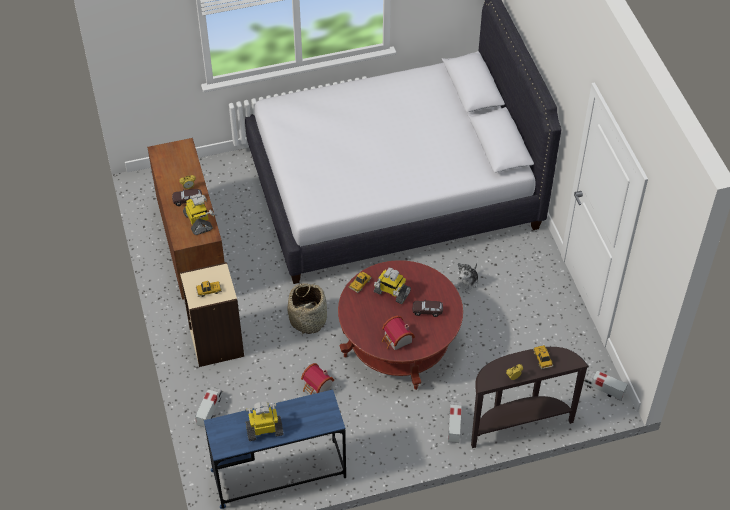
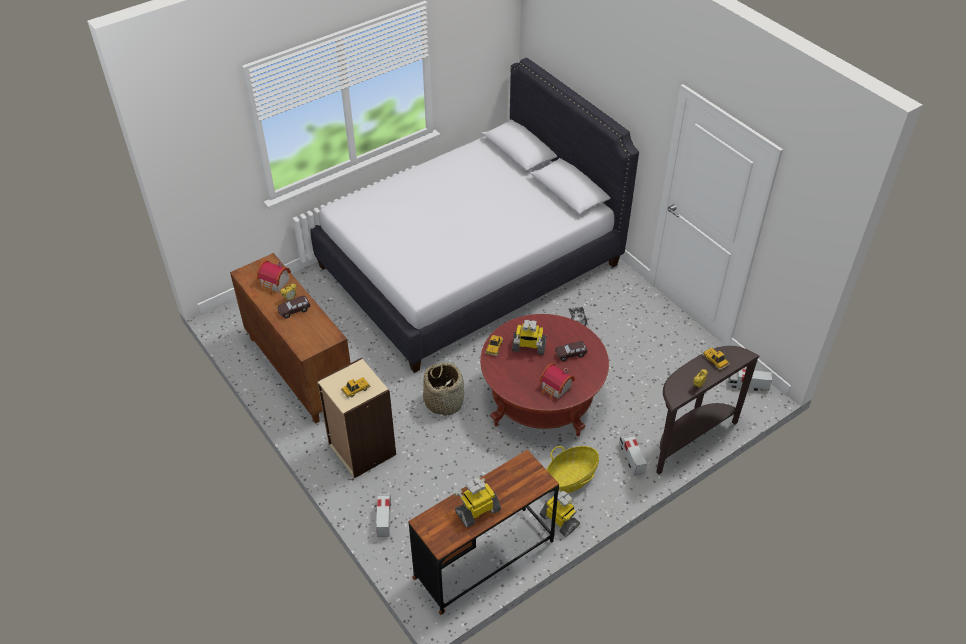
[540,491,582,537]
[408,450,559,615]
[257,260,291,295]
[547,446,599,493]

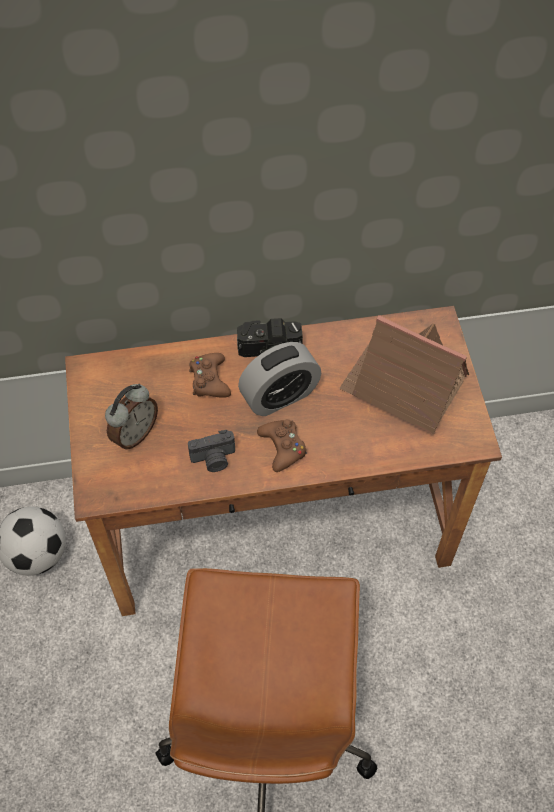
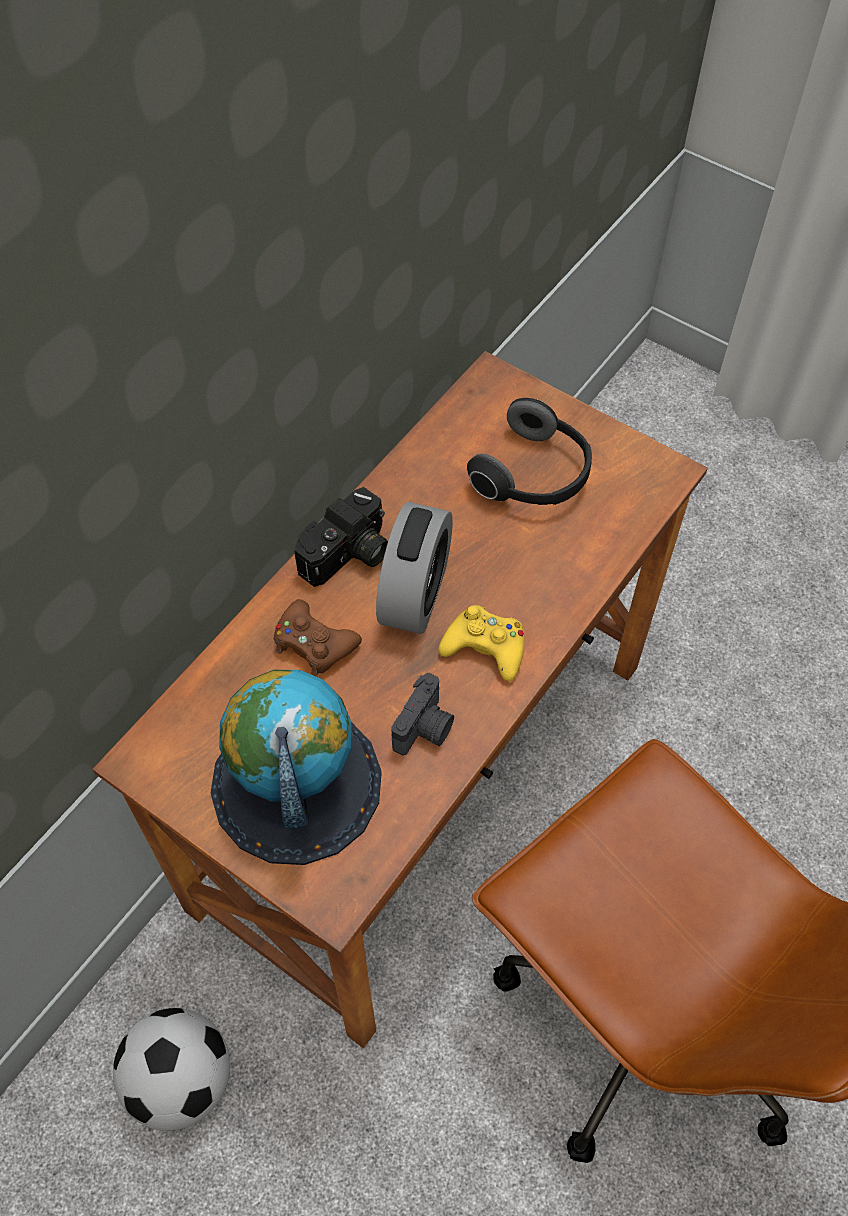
[211,670,382,865]
[438,605,524,681]
[467,398,592,505]

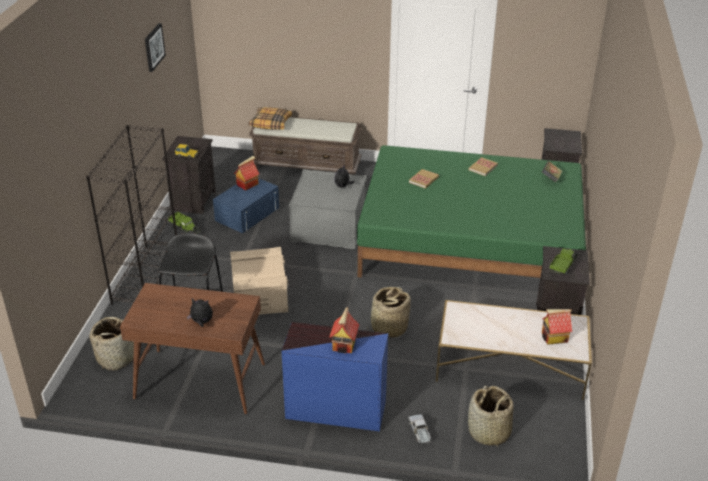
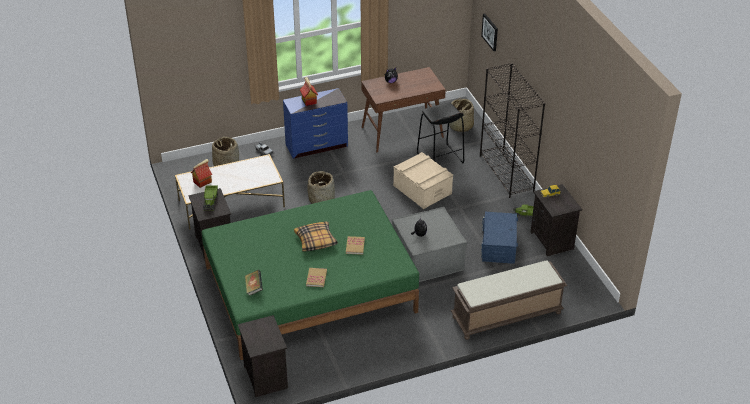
[481,14,498,51]
[234,156,259,190] (first image)
[294,222,337,252]

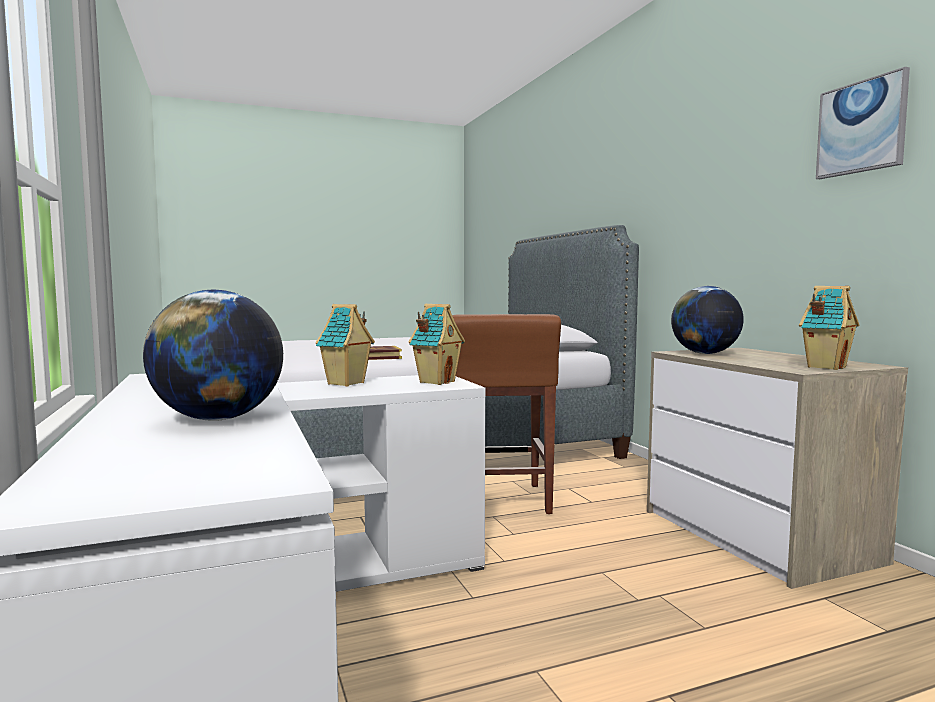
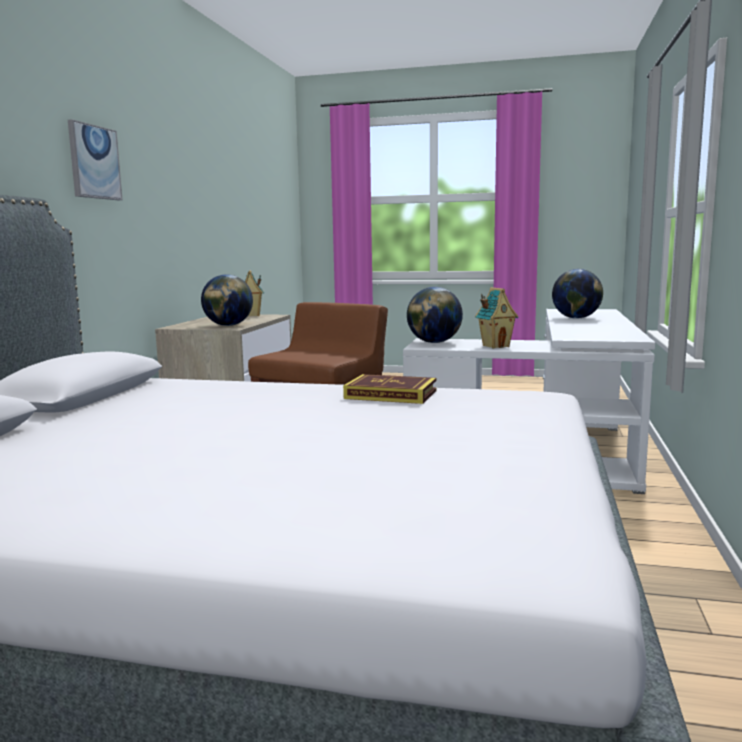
[407,287,463,343]
[68,119,122,200]

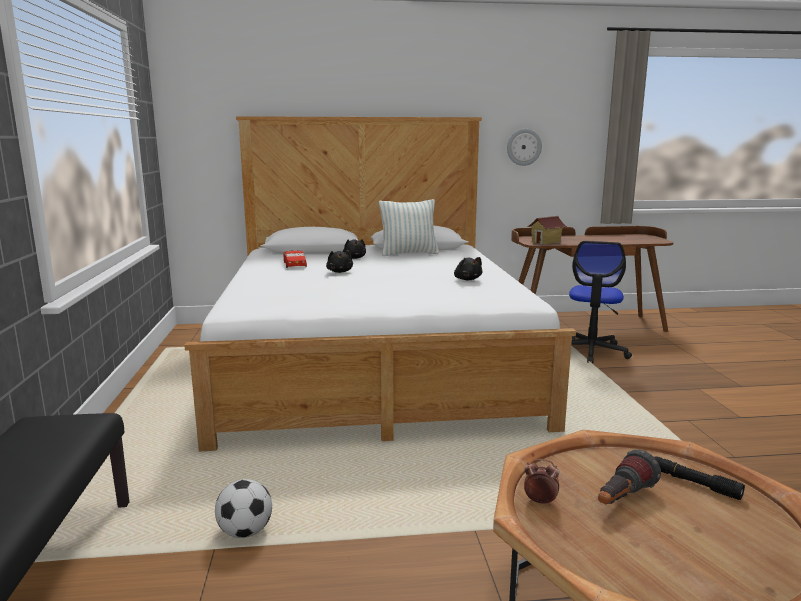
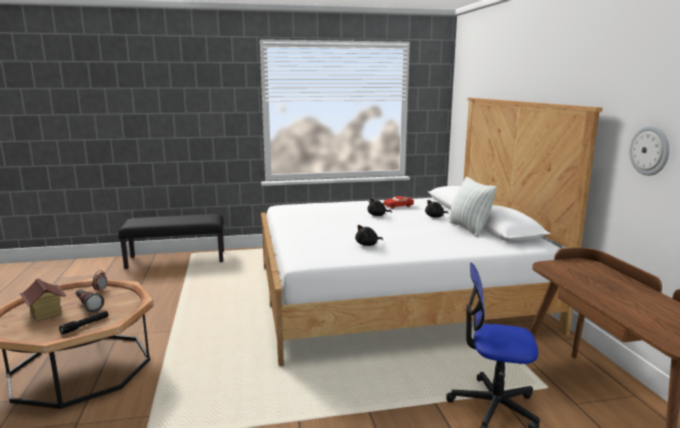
[215,479,272,538] (first image)
[20,278,66,320]

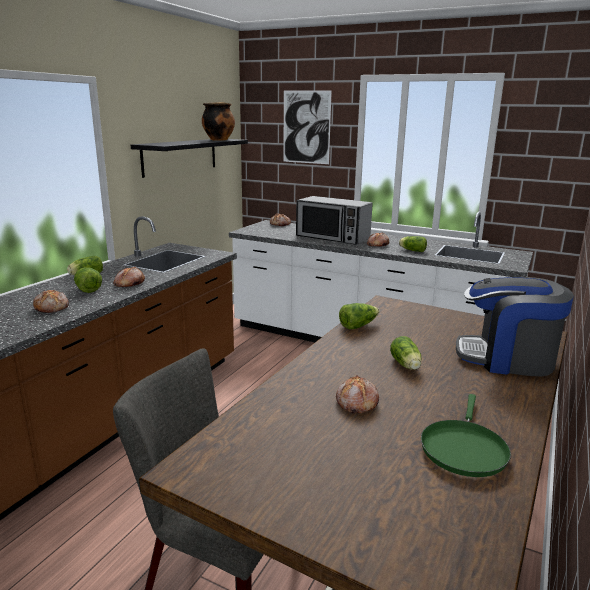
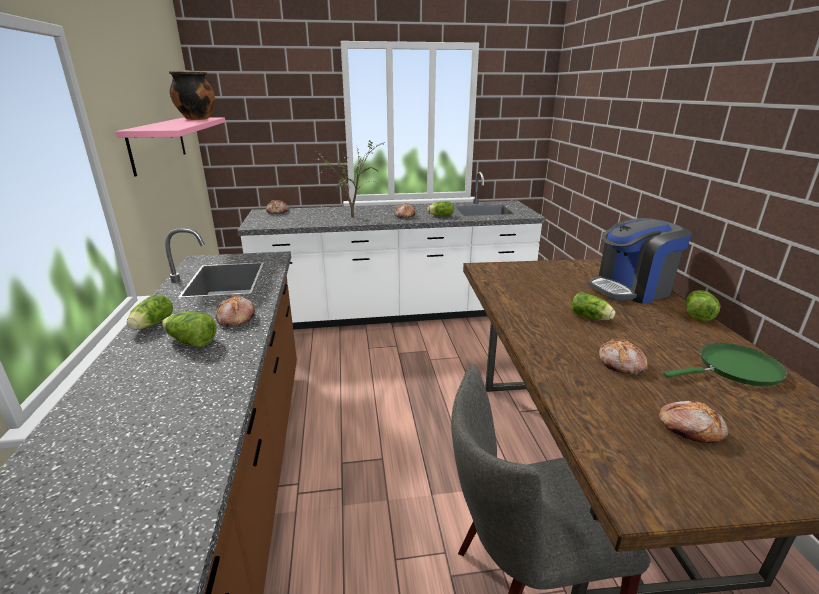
[659,400,728,443]
[116,117,225,177]
[283,90,332,164] (first image)
[312,136,385,217]
[685,290,721,322]
[663,343,787,386]

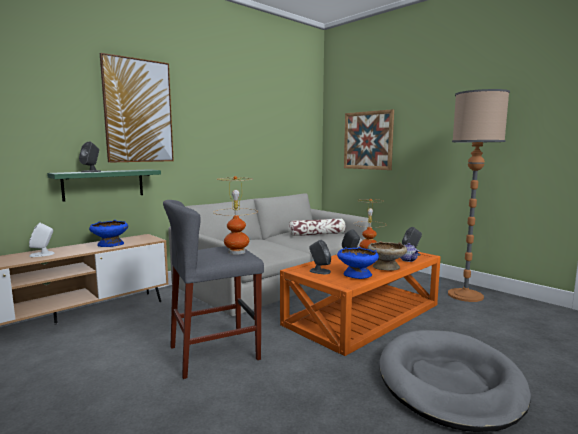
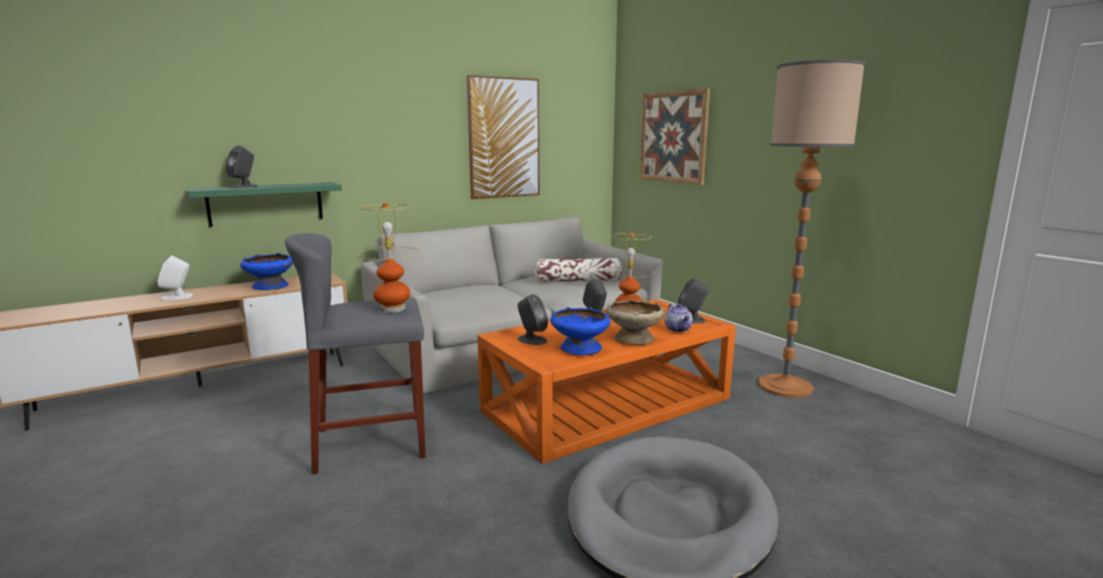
[467,75,539,199]

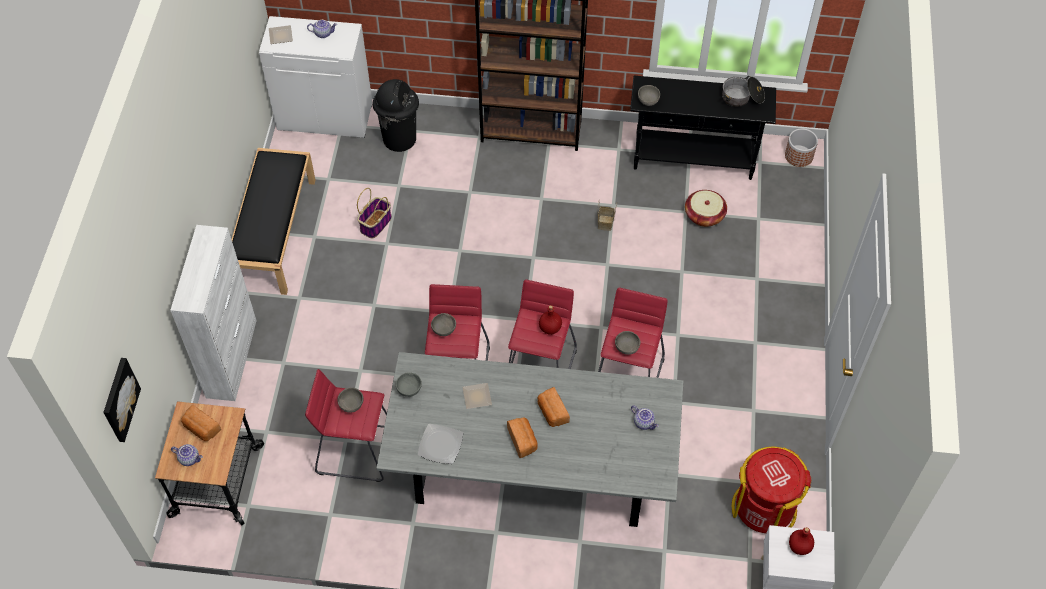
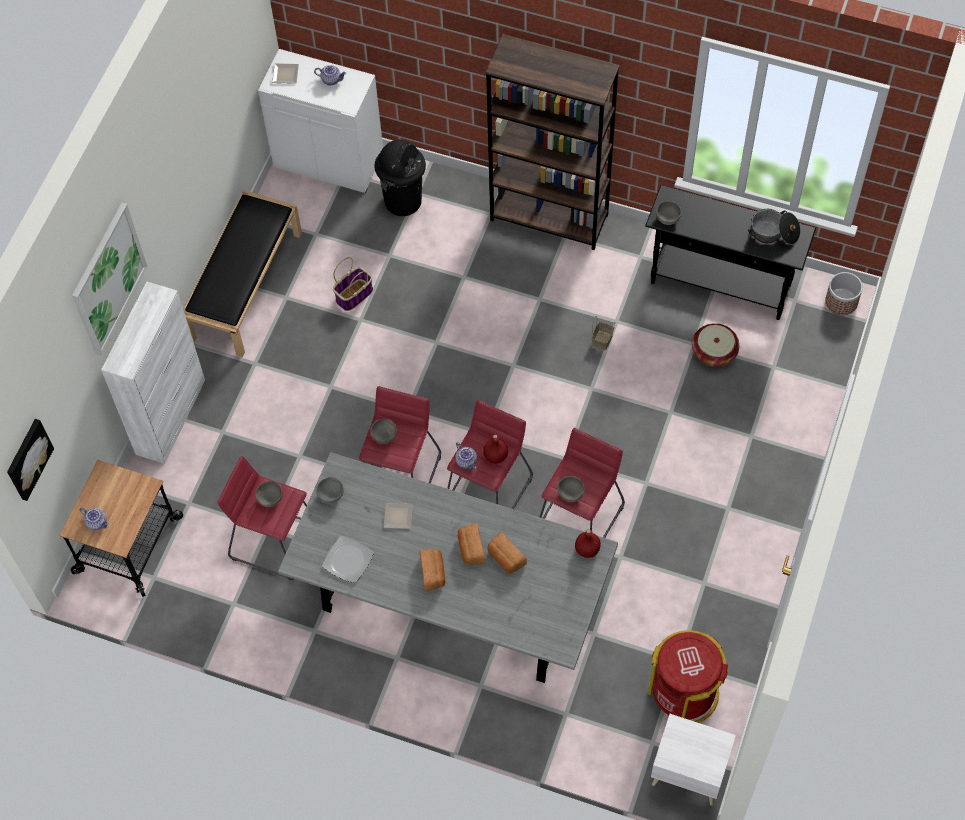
[487,532,527,574]
[455,442,477,470]
[575,529,601,558]
[72,203,148,356]

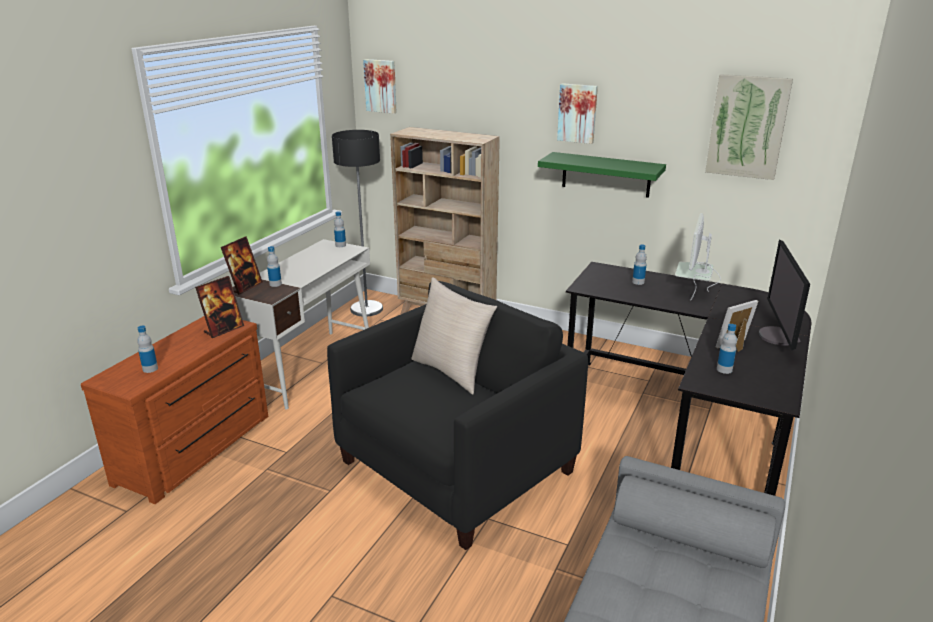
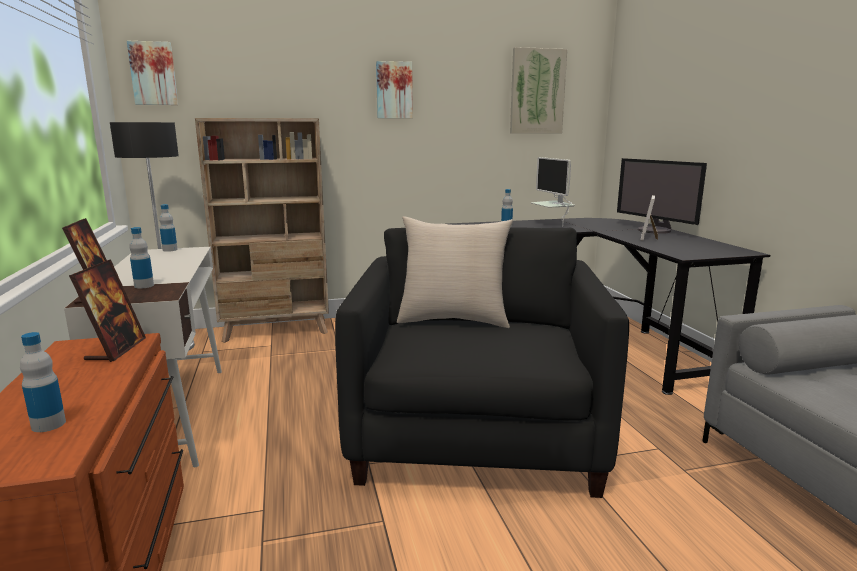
[538,152,666,198] (first image)
[717,324,737,374] (first image)

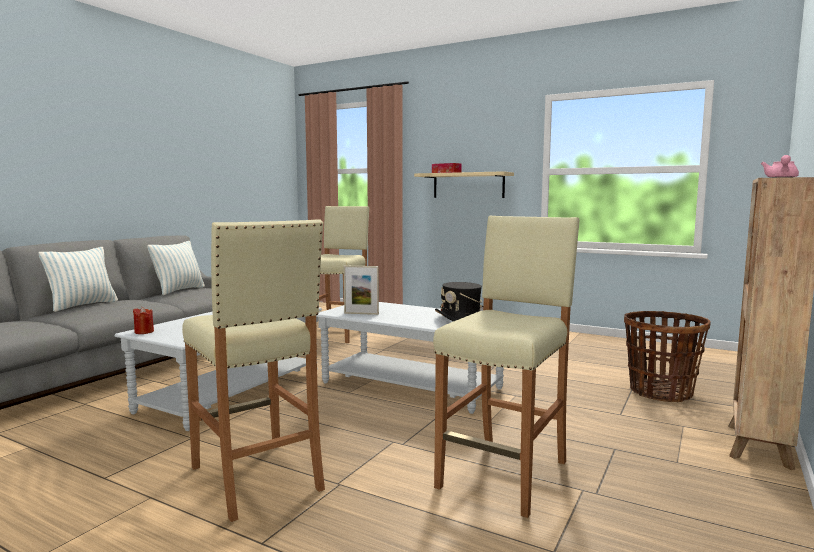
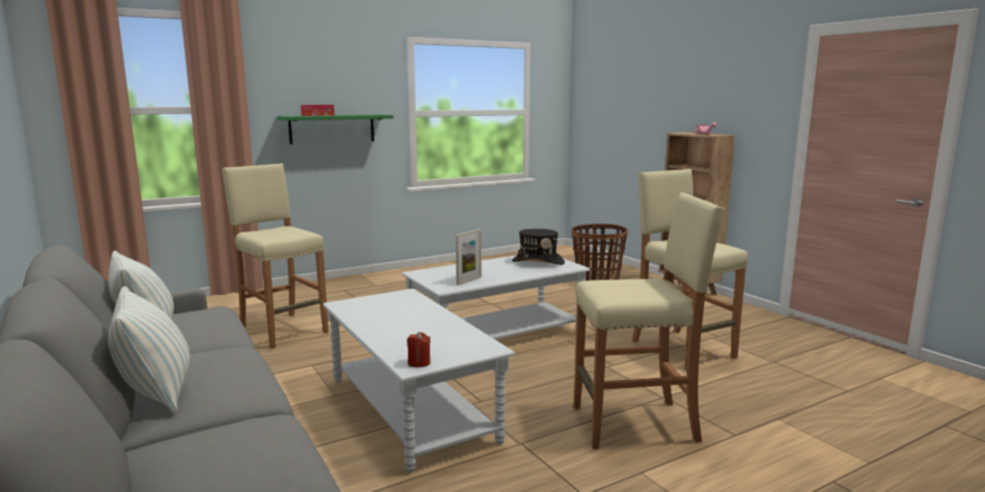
[277,114,393,144]

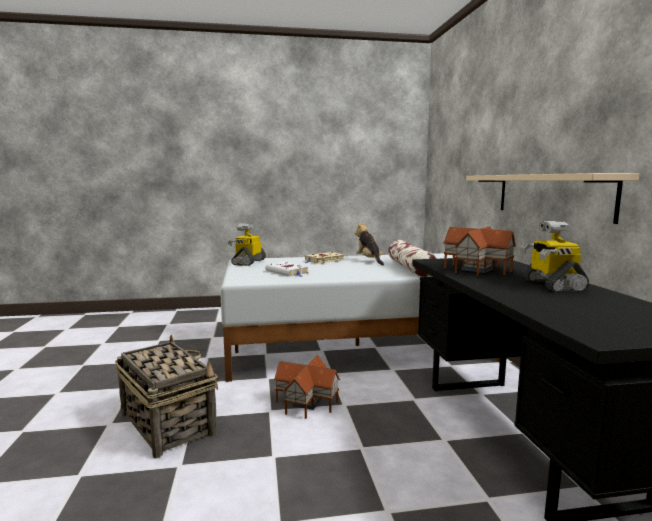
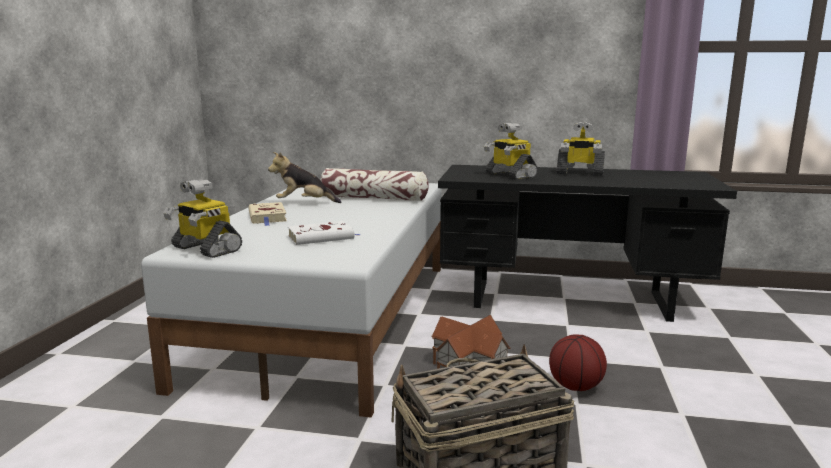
[484,123,538,180]
[466,173,639,224] (first image)
[549,334,607,391]

